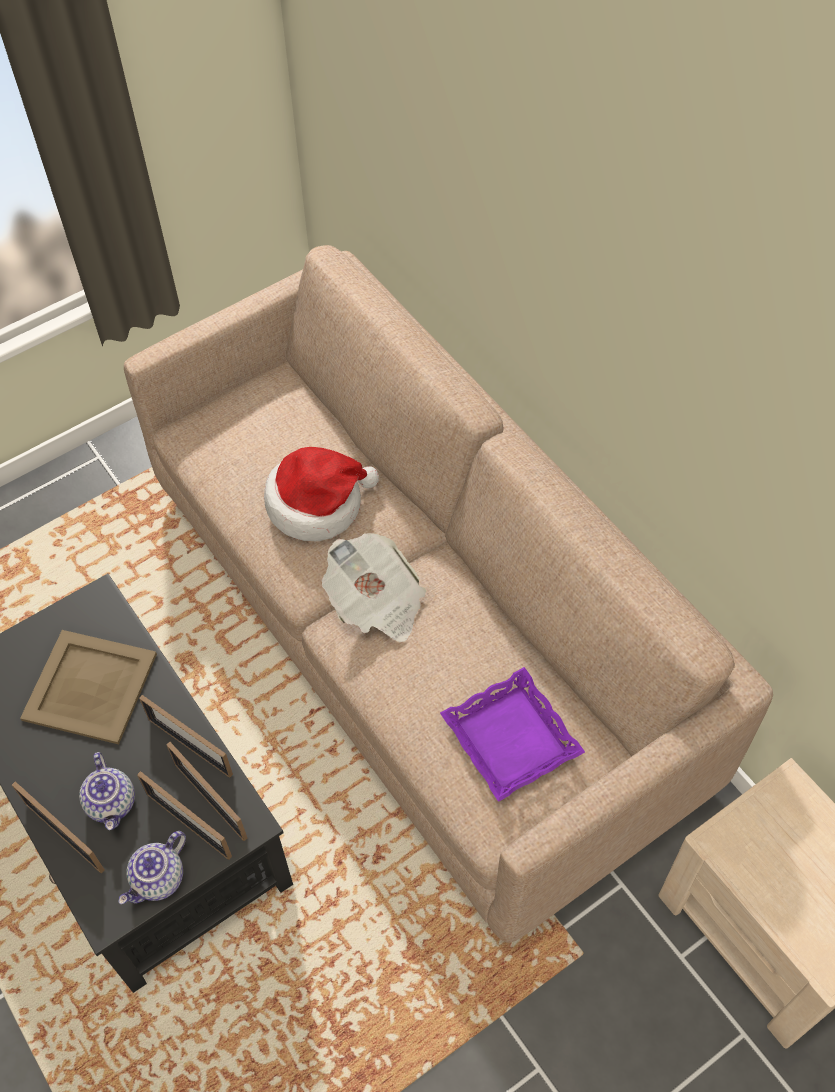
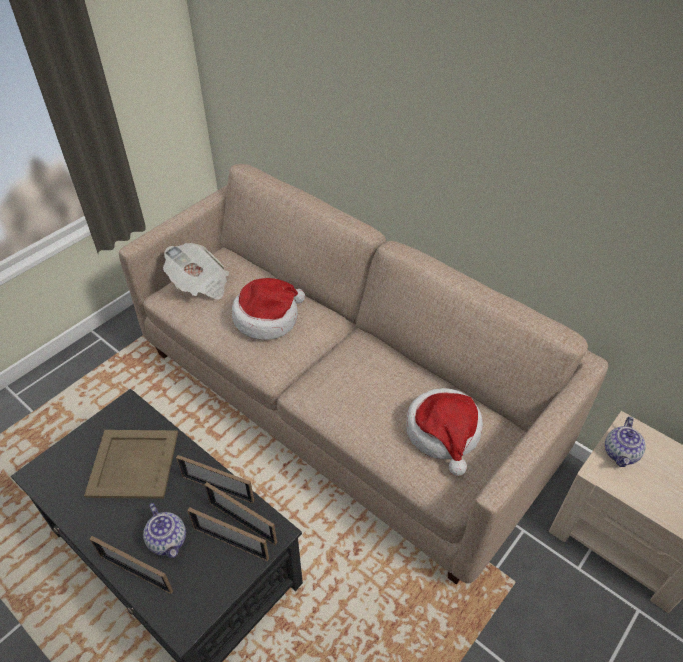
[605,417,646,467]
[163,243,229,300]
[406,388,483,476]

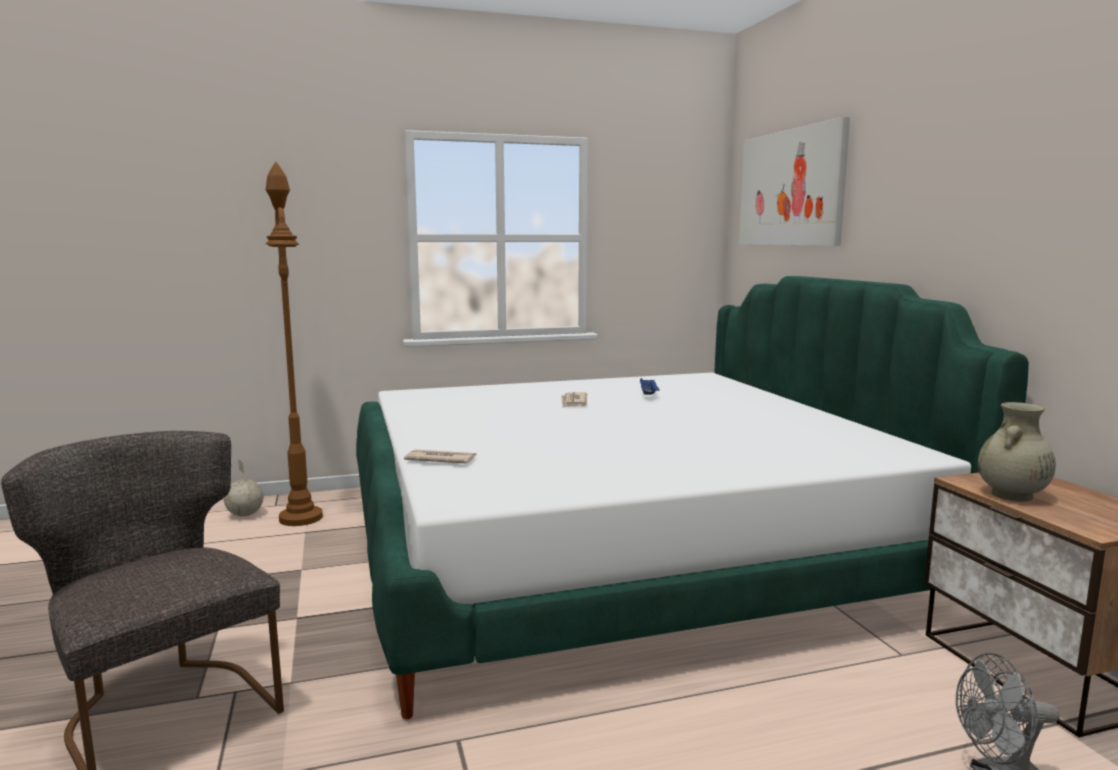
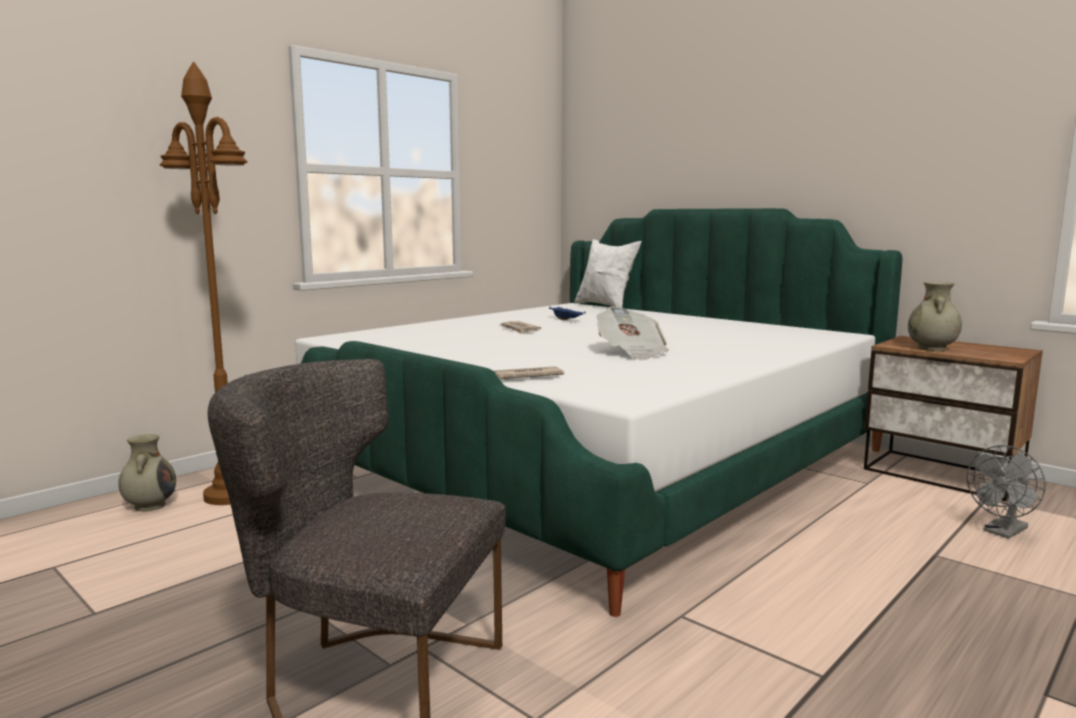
[118,434,176,511]
[739,116,850,246] (first image)
[574,239,641,308]
[596,307,669,360]

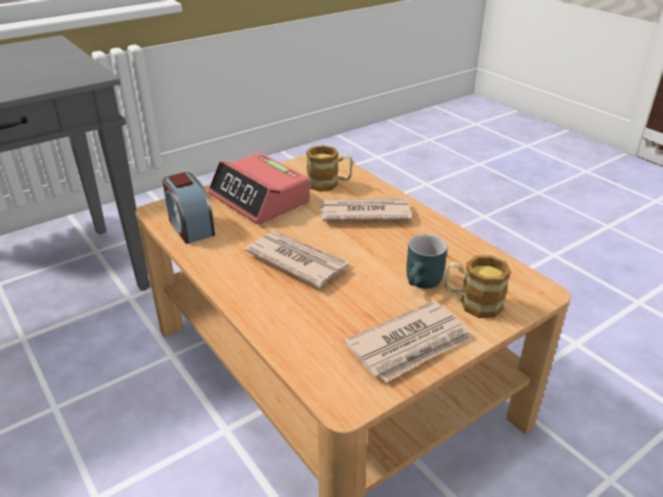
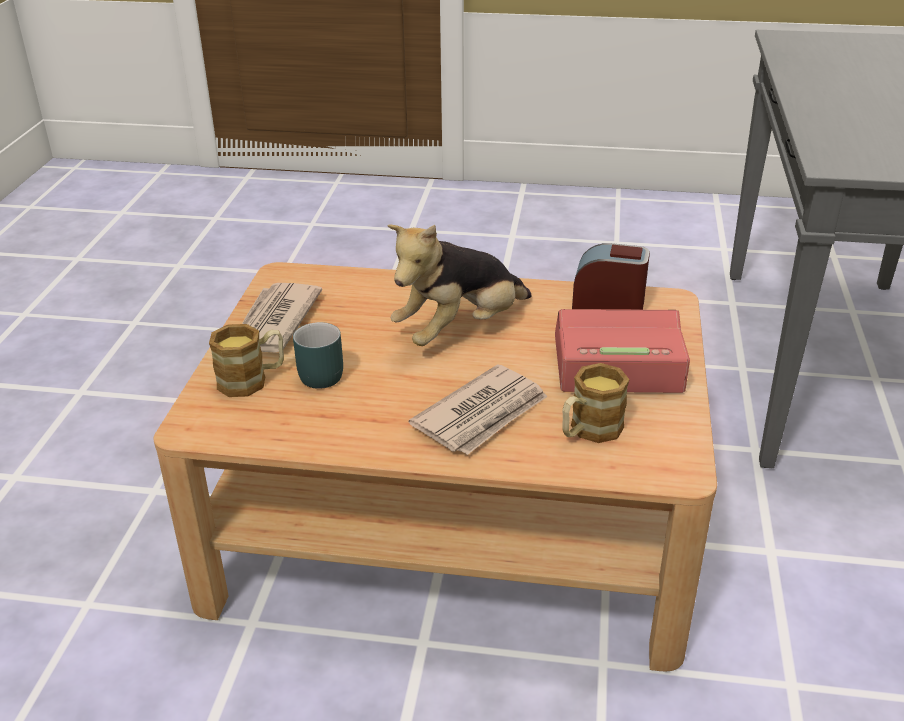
[387,225,532,346]

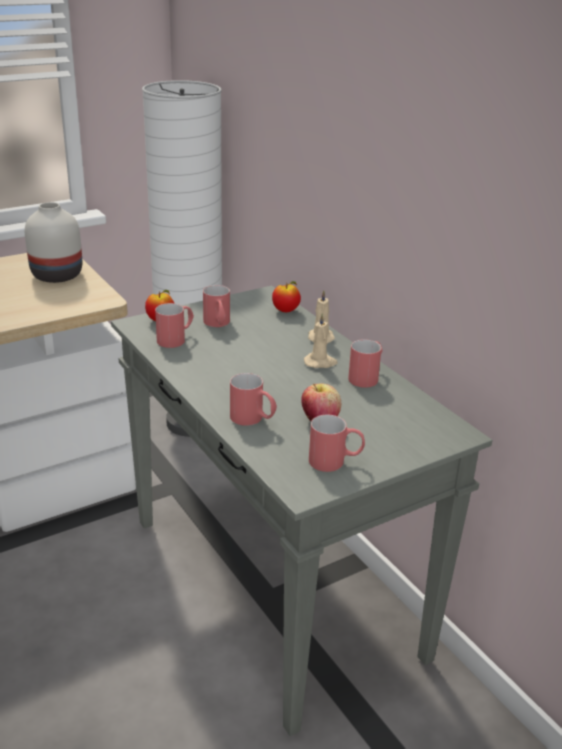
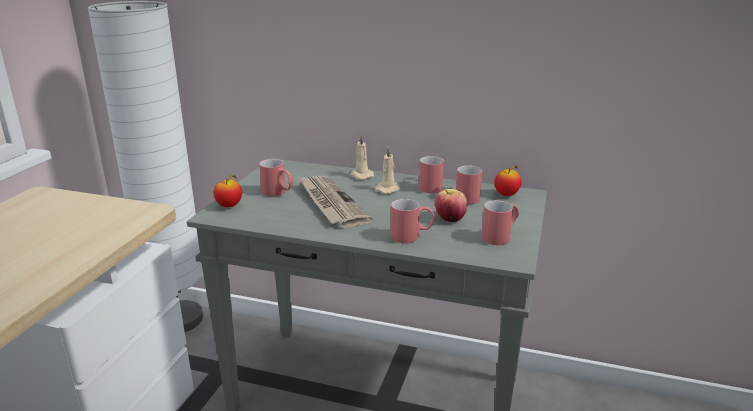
[25,202,82,283] (first image)
[456,165,482,204]
[494,165,522,196]
[298,176,373,228]

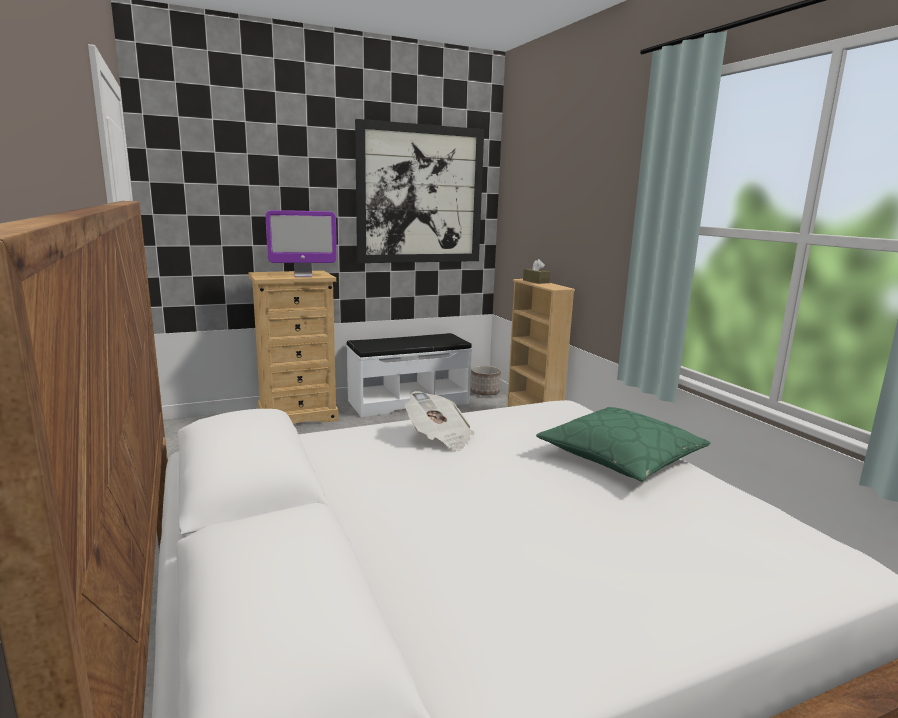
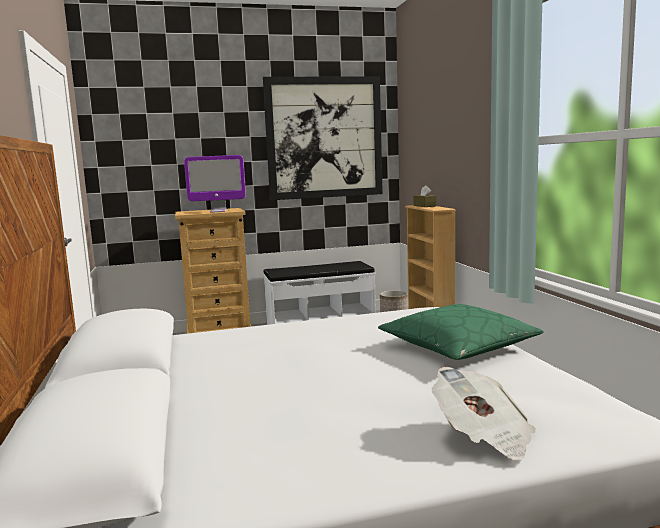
[432,367,536,461]

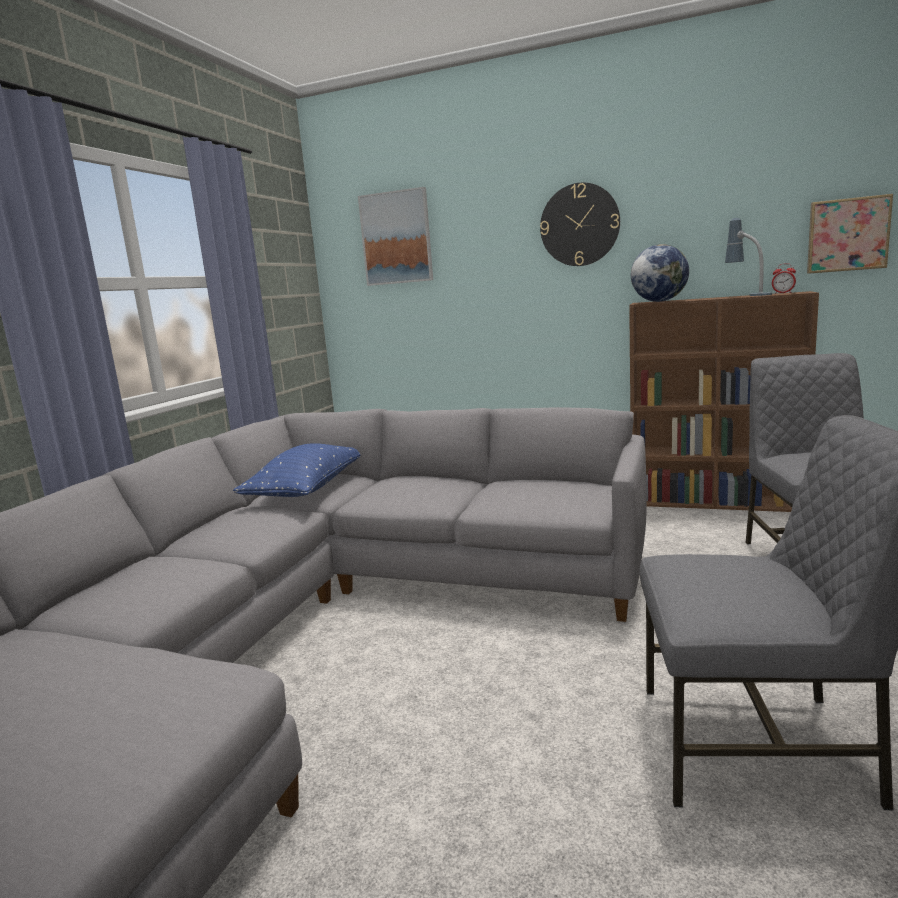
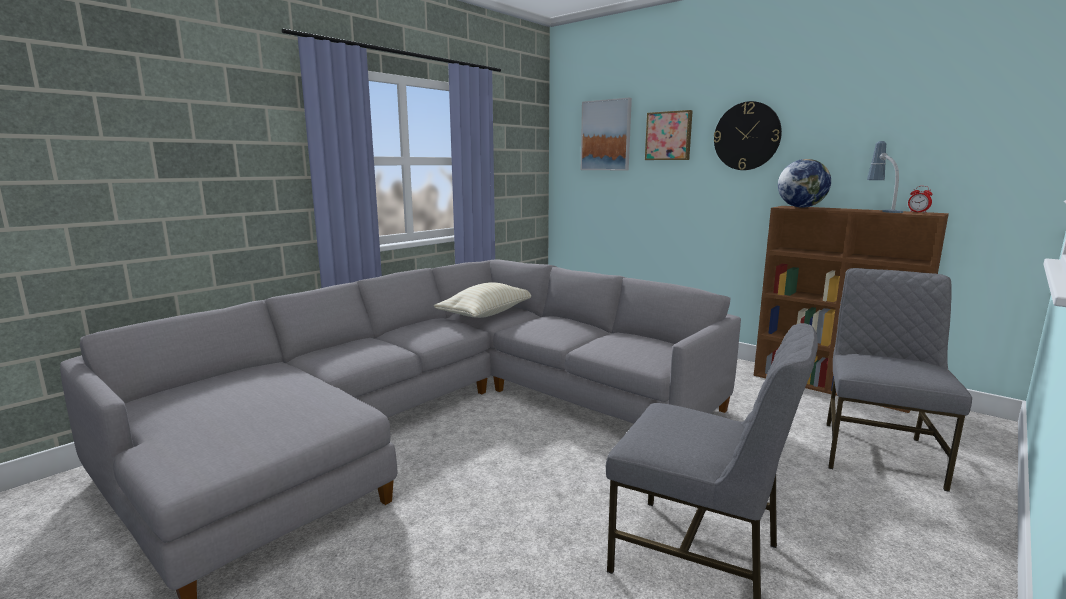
[434,282,531,318]
[645,110,693,160]

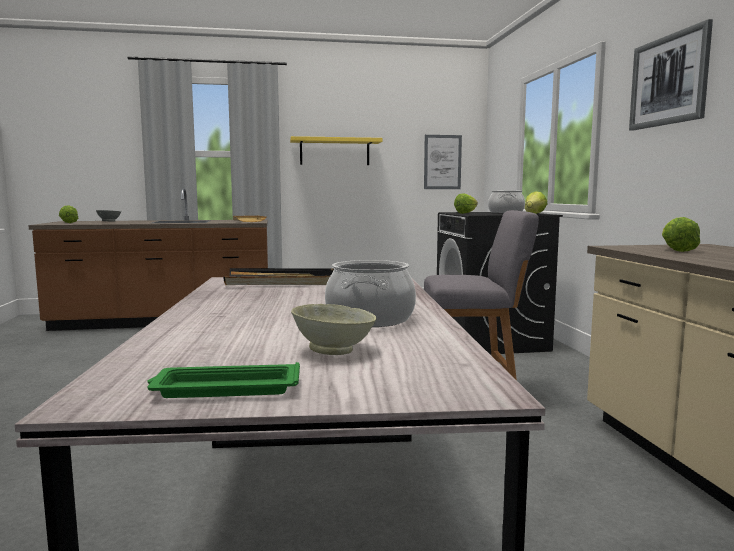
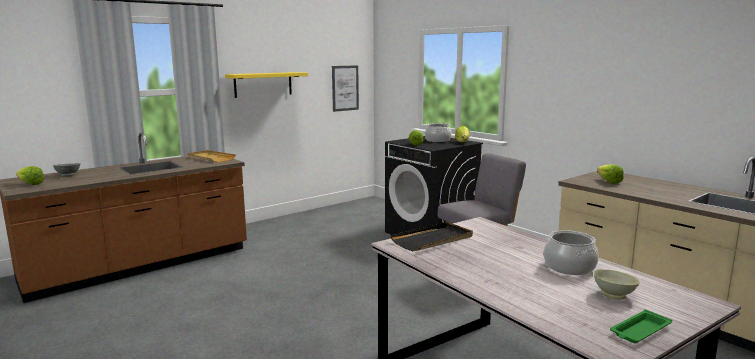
[629,19,713,131] (first image)

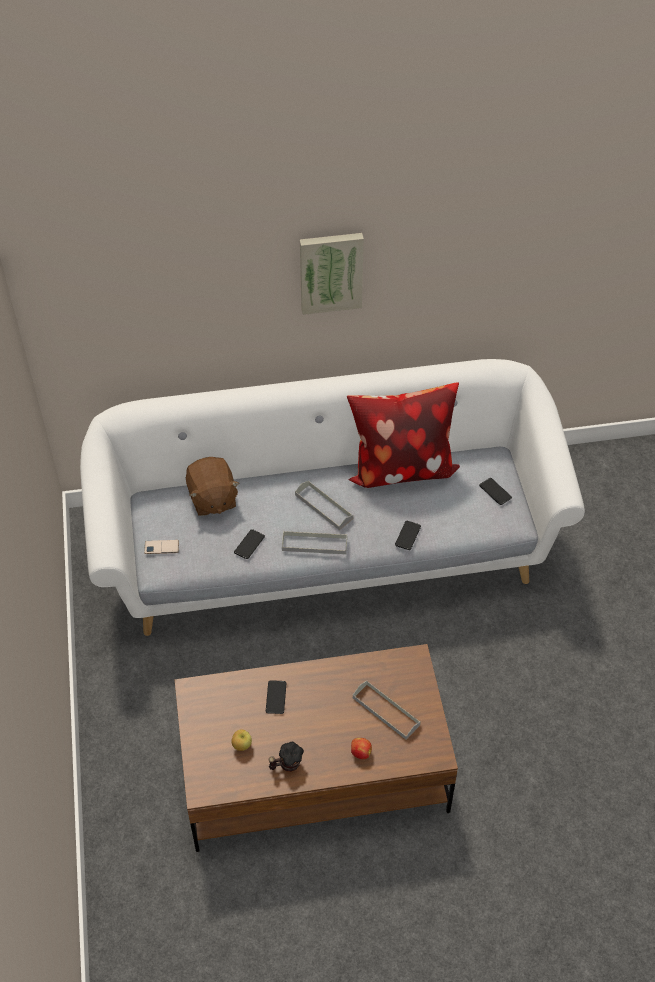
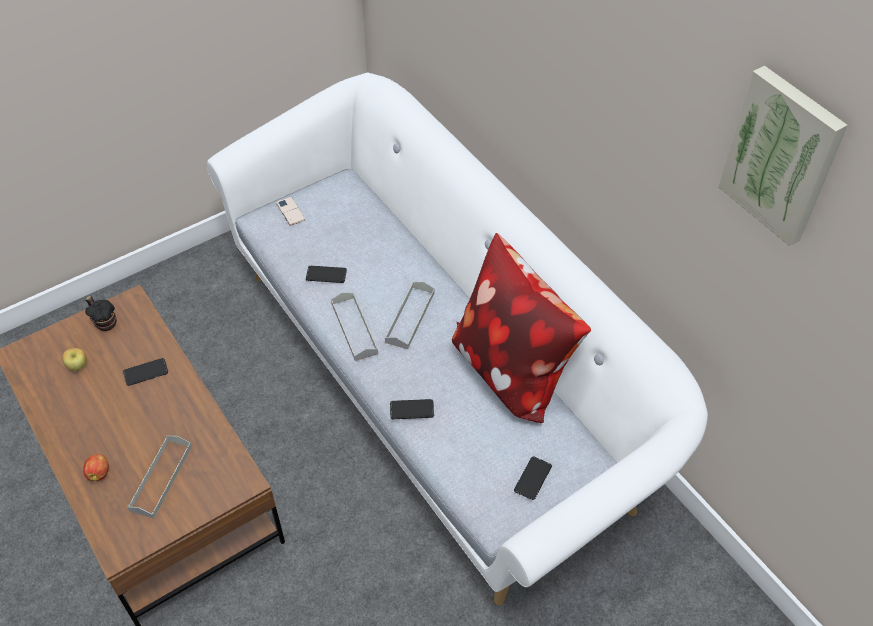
[186,457,240,516] (first image)
[85,296,117,331]
[718,66,848,246]

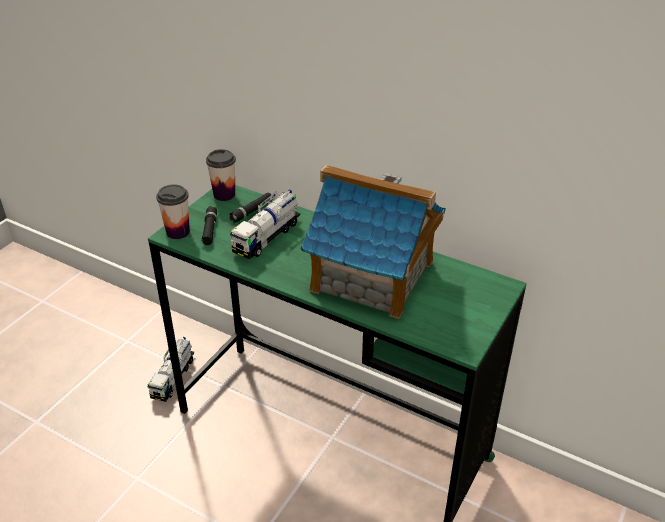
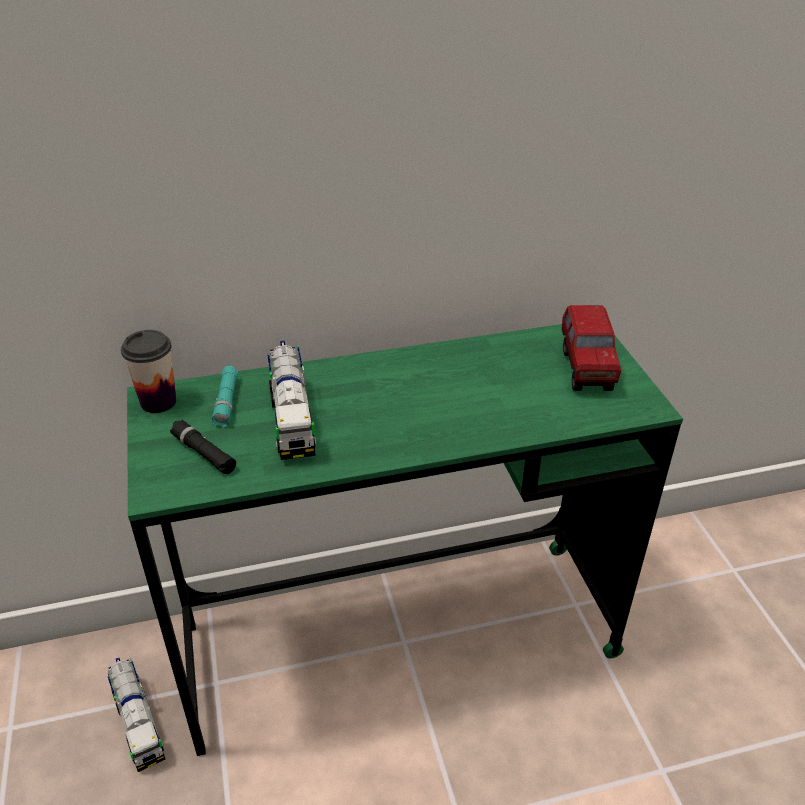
[156,184,190,239] (first image)
[212,366,238,428]
[301,165,446,319] (first image)
[562,305,621,391]

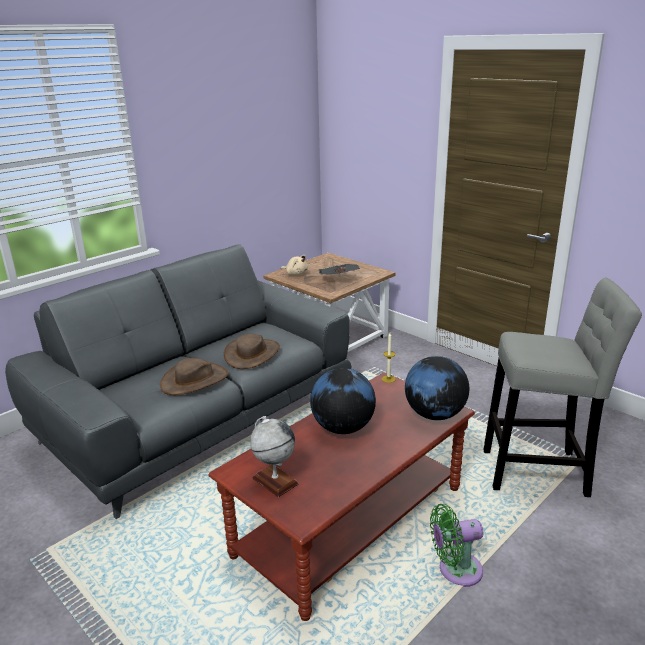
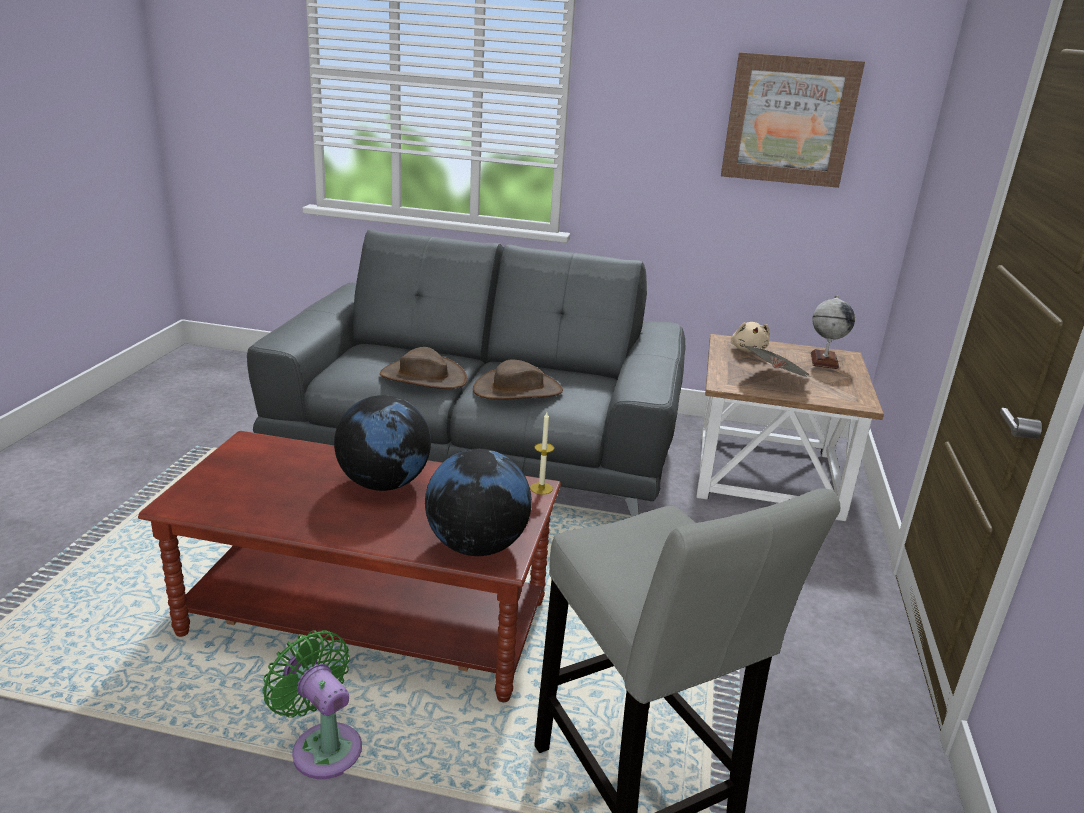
[811,295,855,369]
[721,52,865,188]

